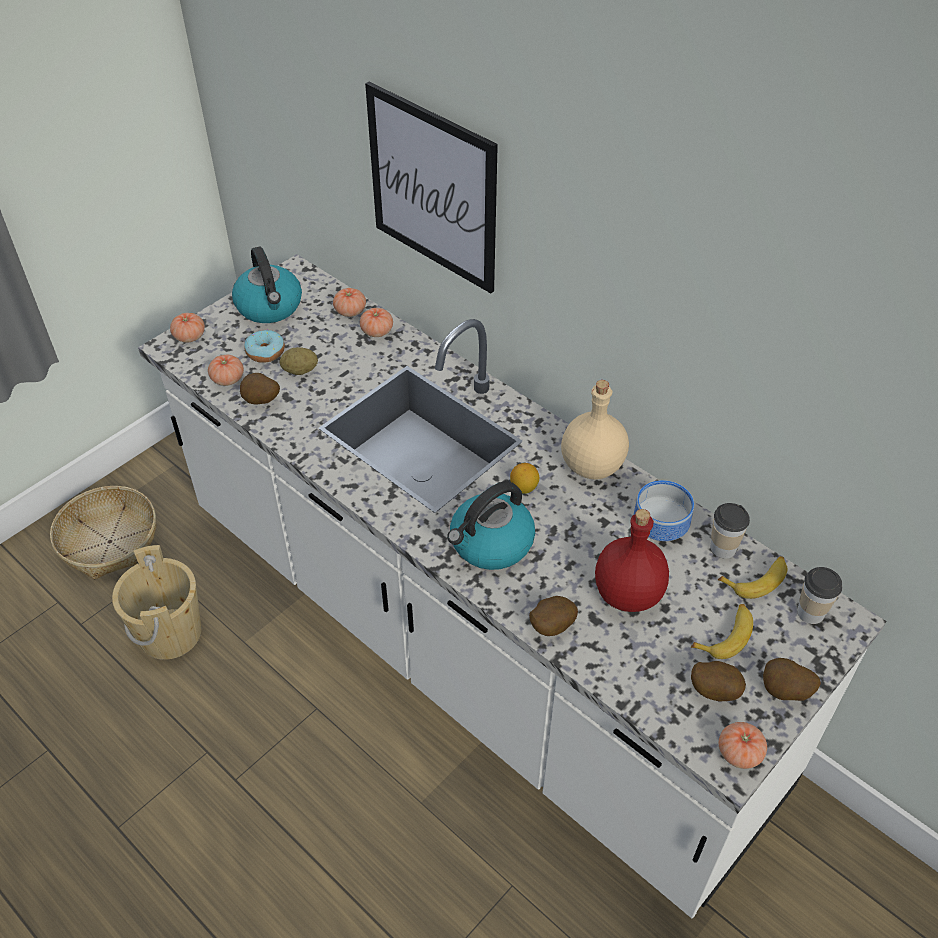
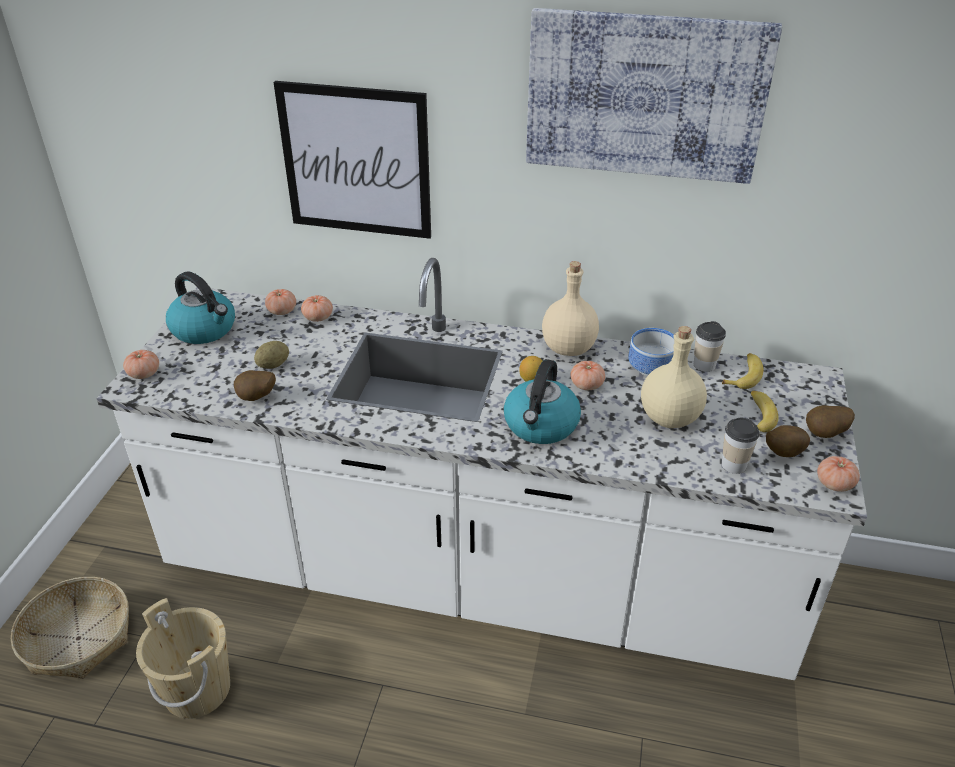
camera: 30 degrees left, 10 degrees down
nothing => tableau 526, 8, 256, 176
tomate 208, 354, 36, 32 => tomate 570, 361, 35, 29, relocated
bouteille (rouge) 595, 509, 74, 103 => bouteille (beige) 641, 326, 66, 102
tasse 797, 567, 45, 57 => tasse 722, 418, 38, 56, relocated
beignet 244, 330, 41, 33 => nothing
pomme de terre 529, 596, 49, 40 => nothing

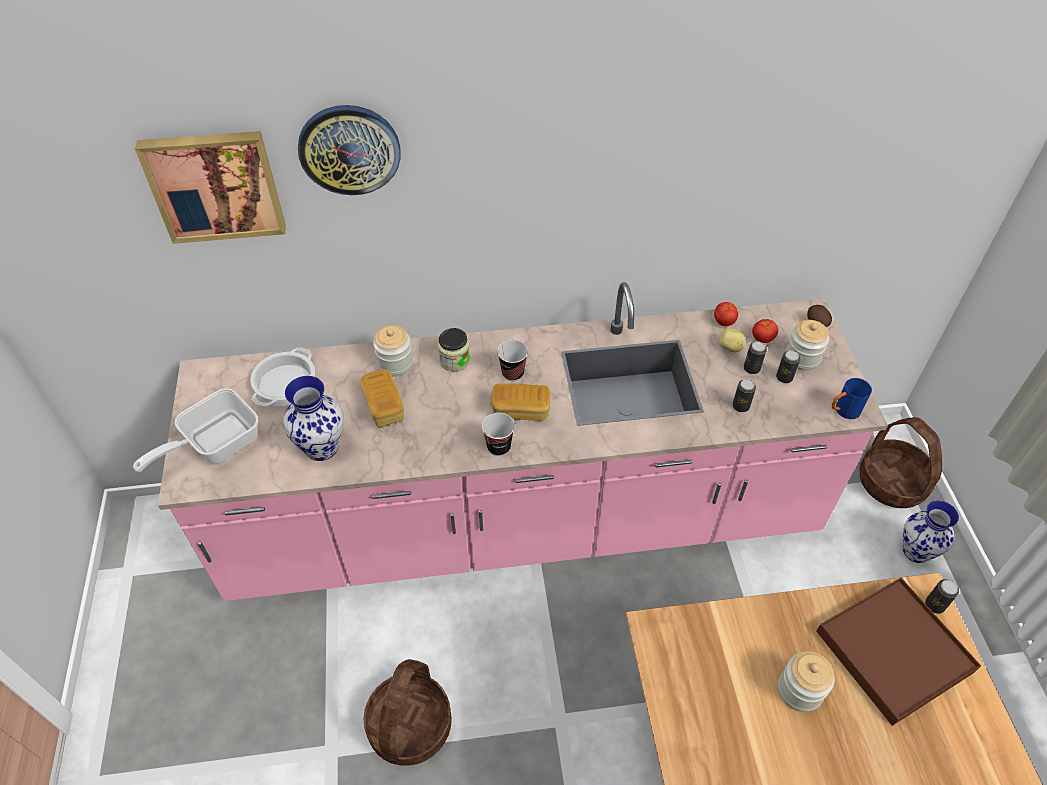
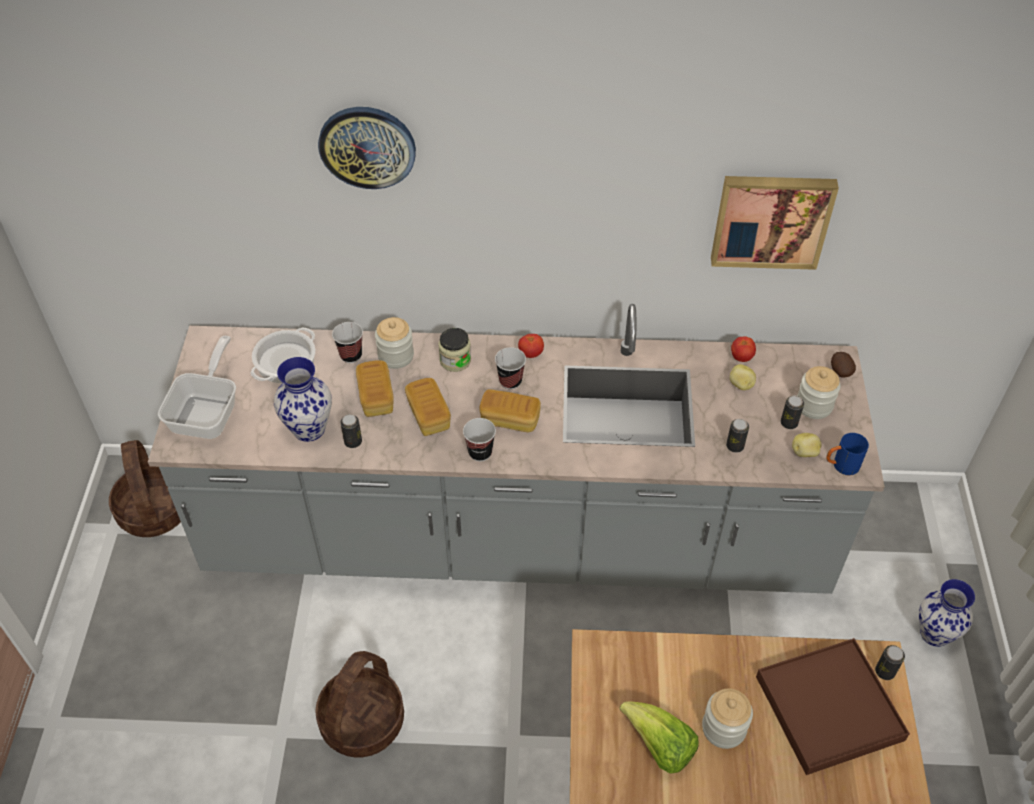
camera: 10 degrees right, 0 degrees up
panier 859, 417, 83, 91 => panier 109, 440, 72, 97, relocated
comptoir de cuisine (rose) 158, 282, 730, 319 => comptoir de cuisine (gris) 148, 304, 737, 290
poêle 133, 388, 125, 84 => poêle 158, 336, 78, 103, 135 degrees clockwise
nothing => tasse 332, 322, 31, 41
boîte métallique 744, 341, 23, 33 => boîte métallique 340, 414, 22, 34, relocated
nothing => pain 405, 378, 46, 58
tomate 752, 319, 26, 24 => tomate 518, 334, 26, 24, relocated
nothing => laitue 619, 701, 80, 73
tableau 135, 131, 151, 113 => tableau 711, 176, 128, 94, relocated
nothing => pomme de terre 792, 433, 29, 24

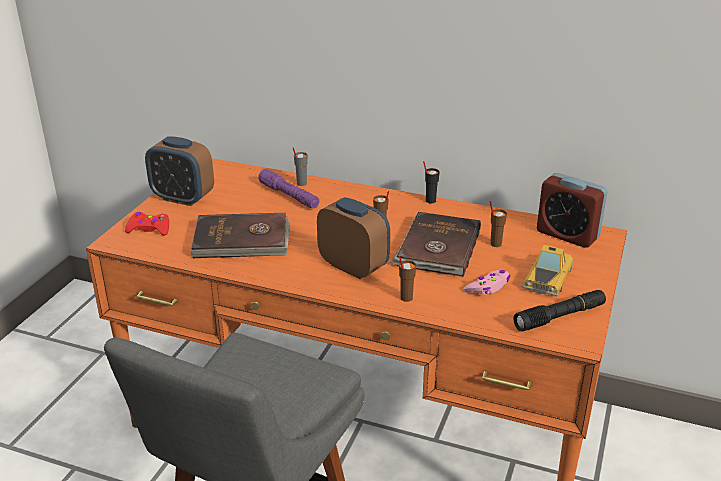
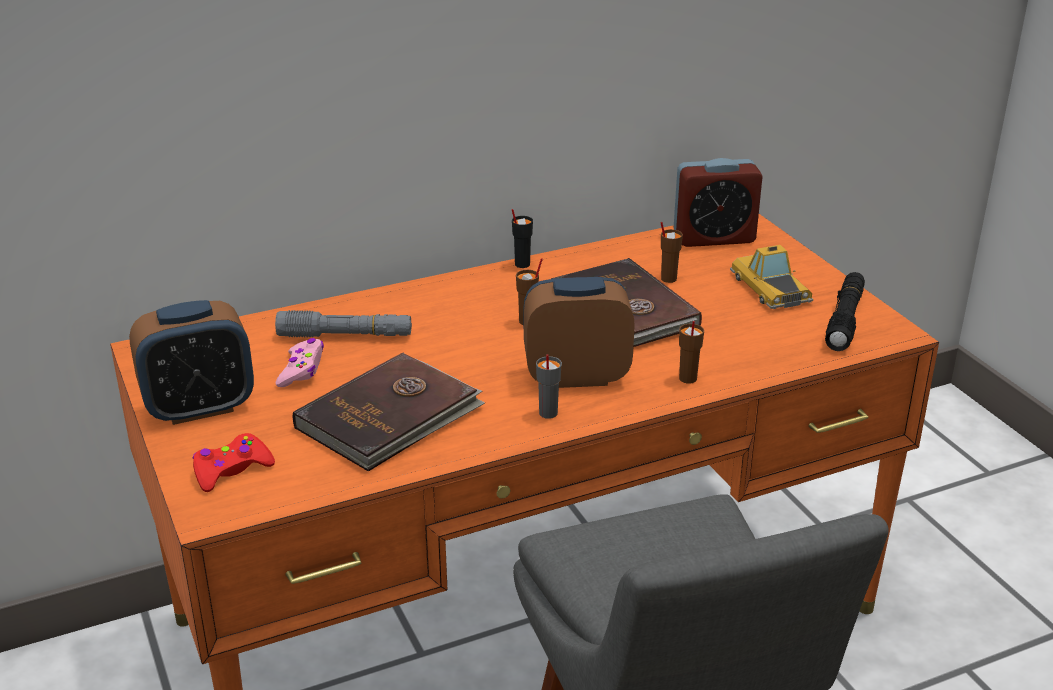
camera: 45 degrees left, 0 degrees up
lampe de poche (violet) 258, 169, 61, 40 => lampe de poche (gris) 275, 310, 137, 27
manette (rose) 464, 270, 46, 25 => manette (rose) 276, 338, 48, 49, relocated
tasse (gris) 293, 147, 15, 39 => tasse (gris) 536, 354, 26, 65, relocated

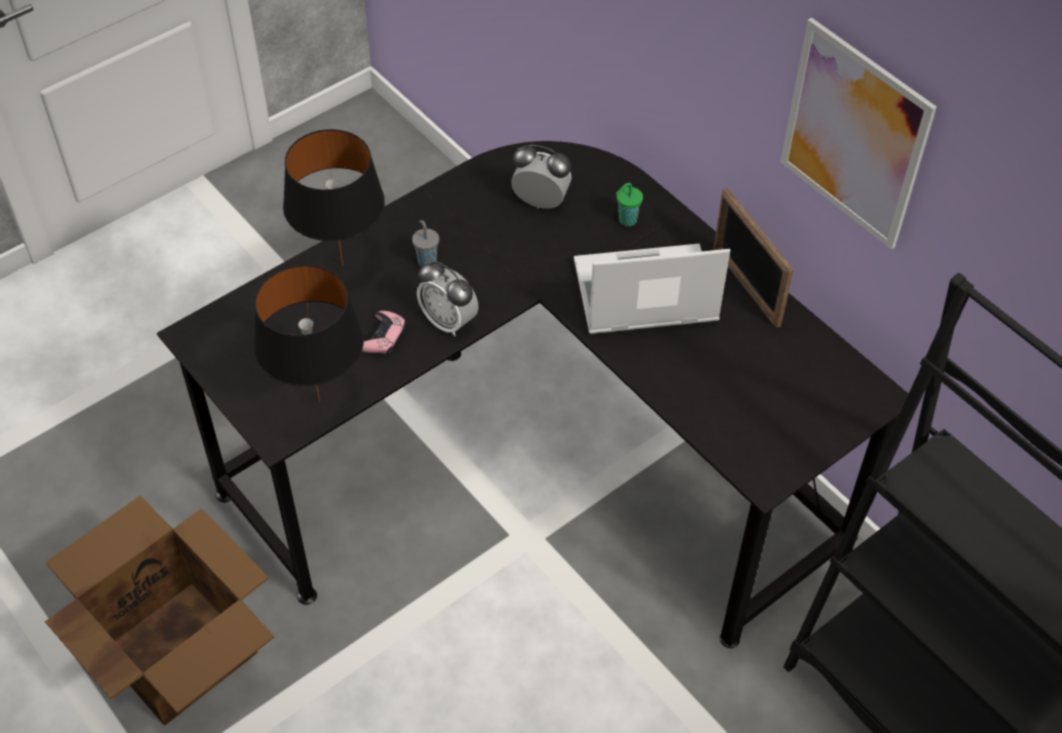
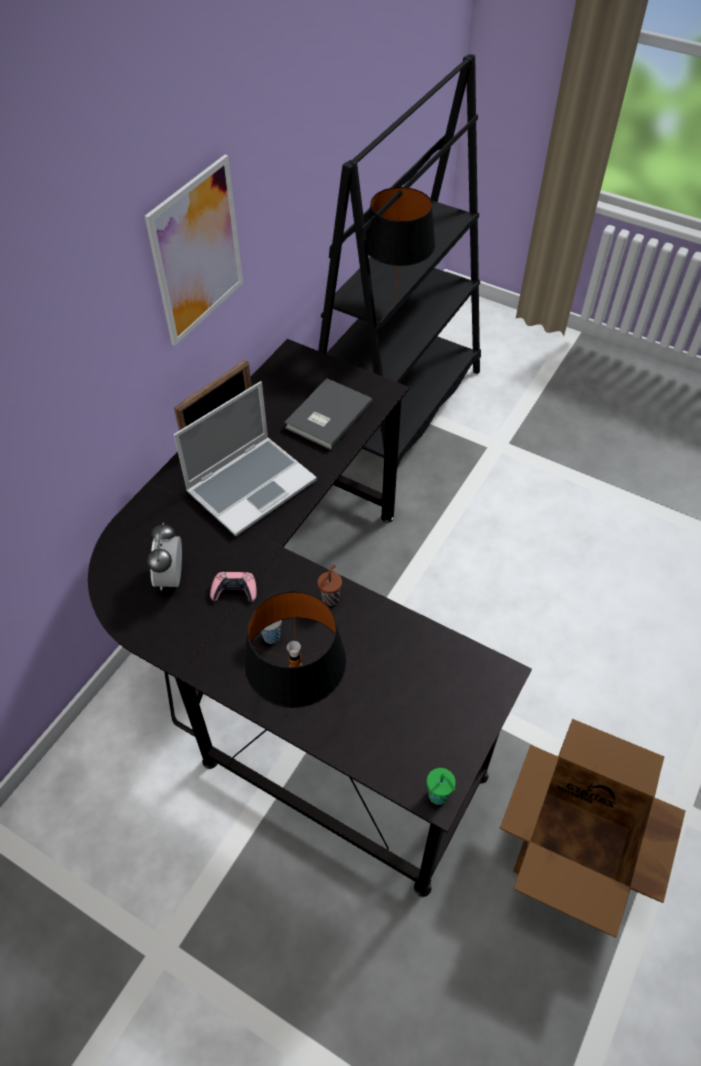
camera: 110 degrees left, 0 degrees up
ordinateur portable 574, 243, 156, 91 => ordinateur portable 174, 381, 143, 155, 105 degrees counterclockwise
manette (rose) 362, 311, 44, 44 => manette (rose) 210, 572, 47, 30, relocated
nothing => livre (gris) 284, 378, 89, 72
réveil 417, 261, 61, 76 => tasse (marron) 318, 565, 24, 41
lampe de table (noir) 254, 265, 110, 137 => lampe de table (noir) 365, 187, 70, 112, relocated
tasse (vert) 616, 183, 27, 43 => tasse (vert) 427, 768, 29, 37, relocated

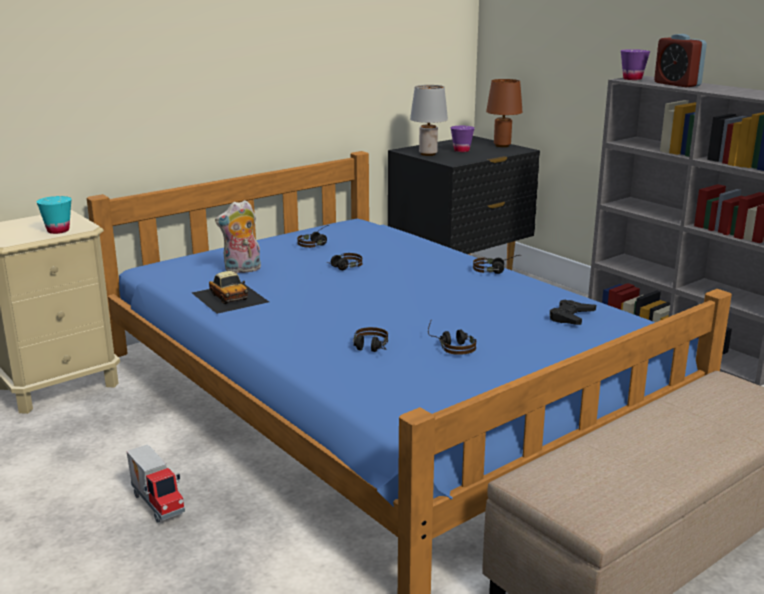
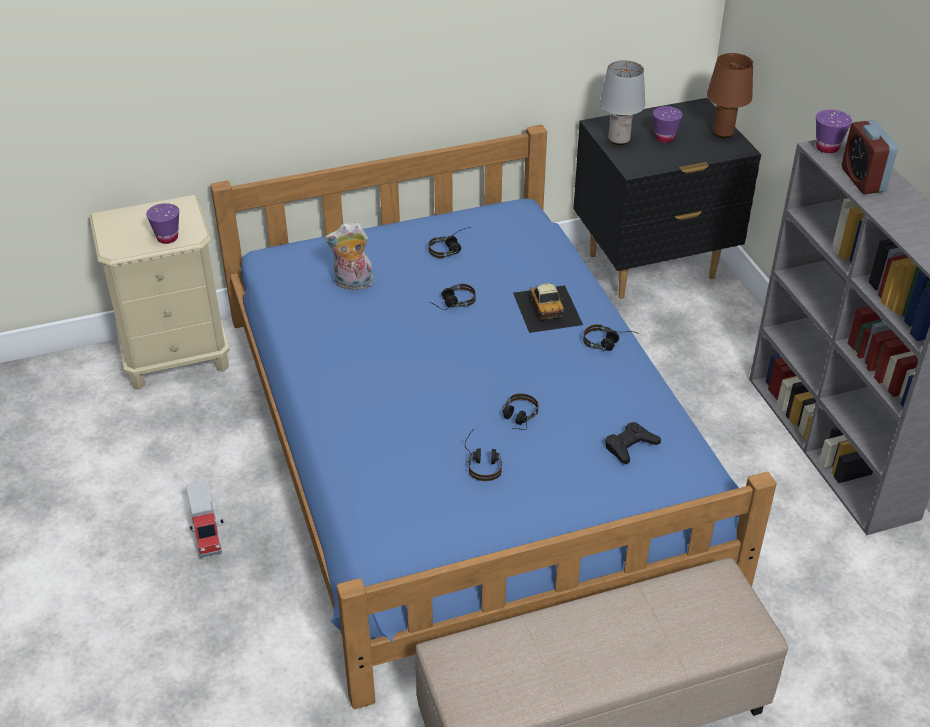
camera: 20 degrees right, 20 degrees up
tasse (turquoise) 37, 196, 34, 38 => tasse (violet) 146, 203, 33, 41
casque audio 353, 327, 35, 25 => casque audio 502, 393, 37, 37, relocated
petite voiture 192, 271, 77, 43 => petite voiture 513, 283, 70, 50, relocated

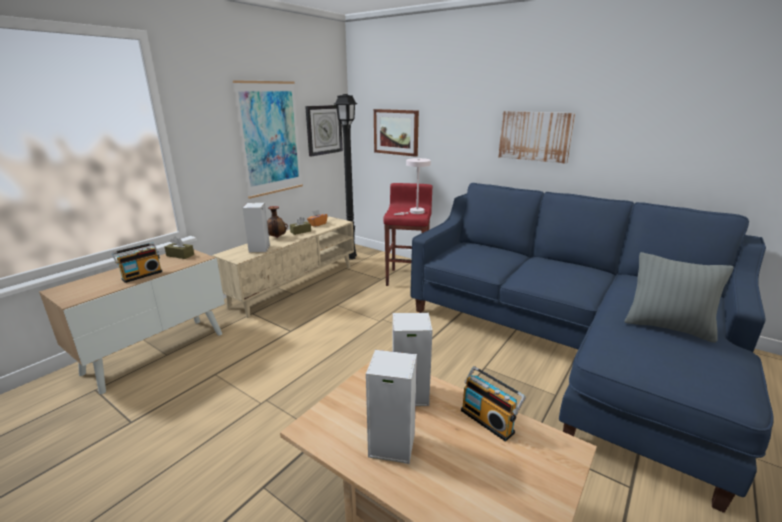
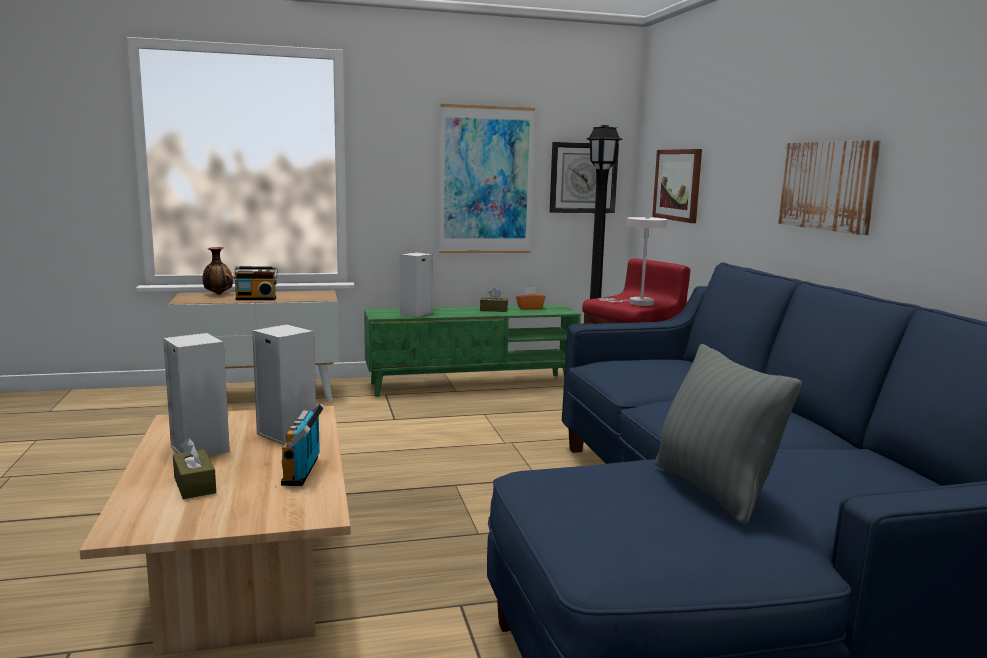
camera: 40 degrees right, 10 degrees down
boîte à mouchoirs (marron) 164, 236, 30, 23 => boîte à mouchoirs (marron) 173, 438, 43, 61, relocated
vase 267, 206, 21, 32 => vase 202, 247, 31, 47, relocated
meuble télé (beige) 212, 217, 142, 101 => meuble télé (vert) 364, 305, 217, 92

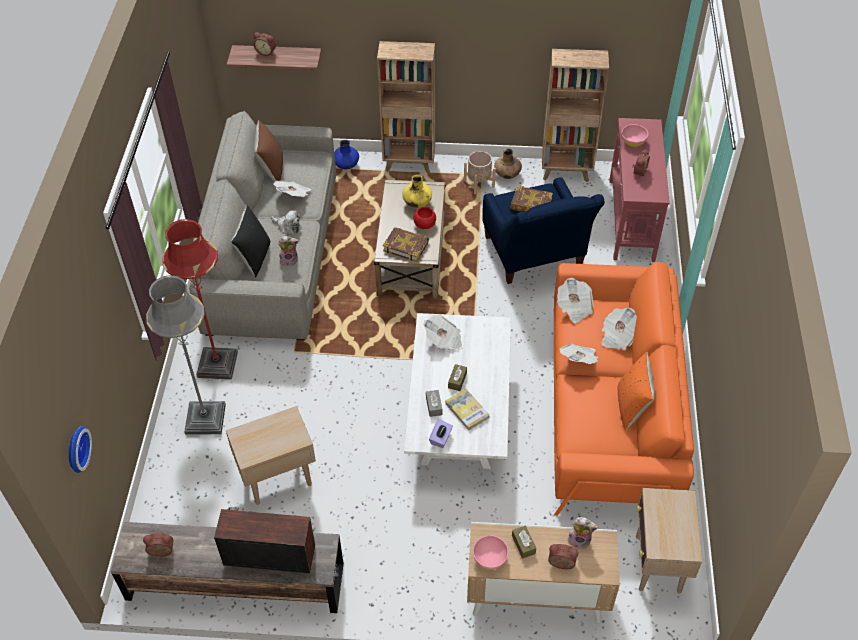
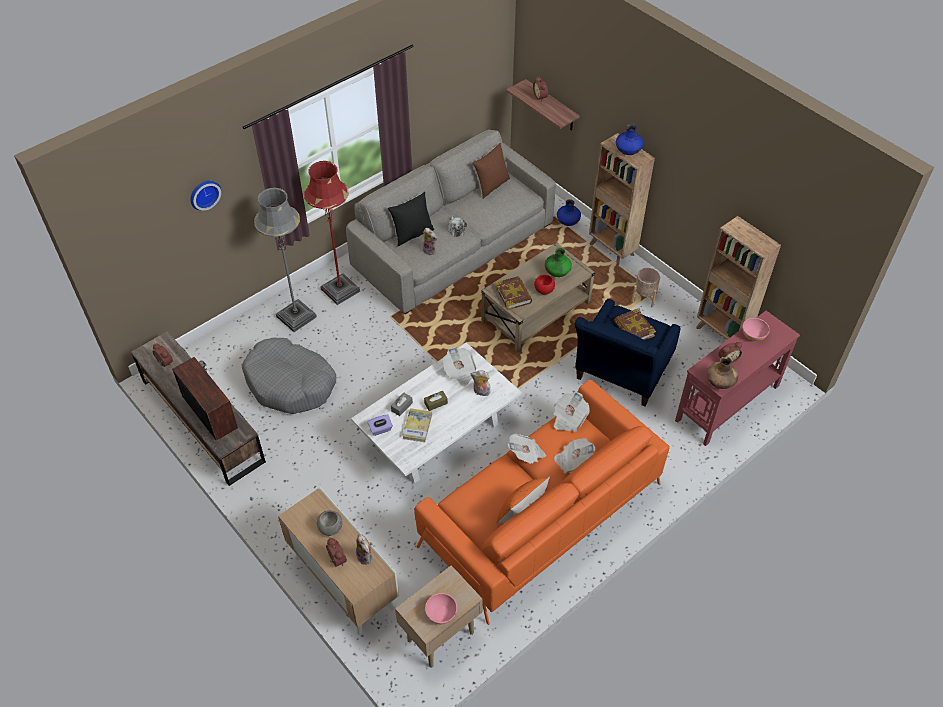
camera: 45 degrees right, 0 degrees up
horloge murale 69, 426, 23, 47 => horloge murale 190, 181, 31, 30, relocated
table d'appoint (beige) 226, 406, 90, 99 => panier pour chien (gris) 242, 338, 94, 76
boîte à mouchoirs (marron) 512, 526, 24, 32 => bol (gris) 317, 510, 25, 26
bol (rose) 473, 535, 36, 34 => bol (rose) 425, 593, 32, 31, relocated
nothing => peluche 471, 371, 20, 25
vase (jaune) 402, 175, 30, 33 => vase (vert) 545, 248, 27, 29
nothing => vase (bleu) 616, 124, 27, 31
vase (marron) 494, 148, 28, 31 => vase (marron) 707, 357, 31, 32, relocated
journal 273, 181, 38, 16 => nothing

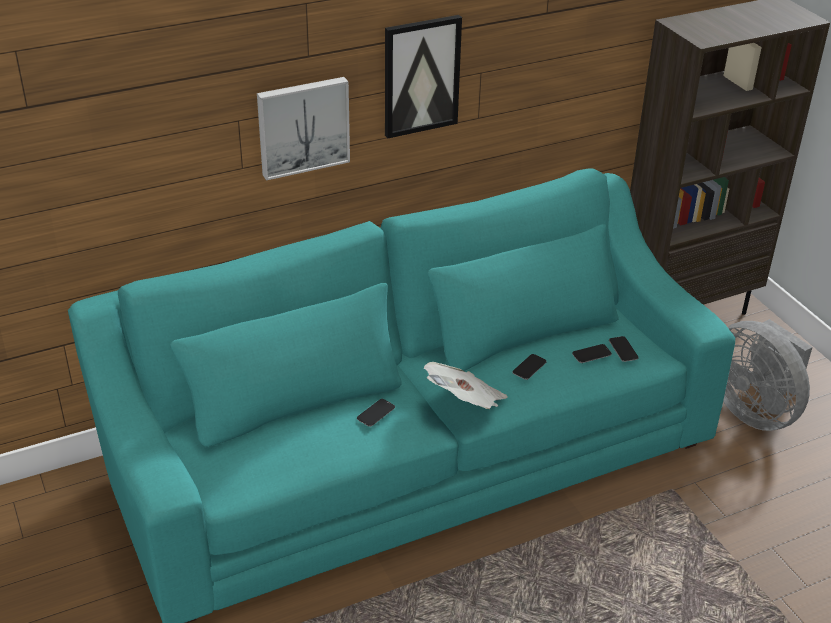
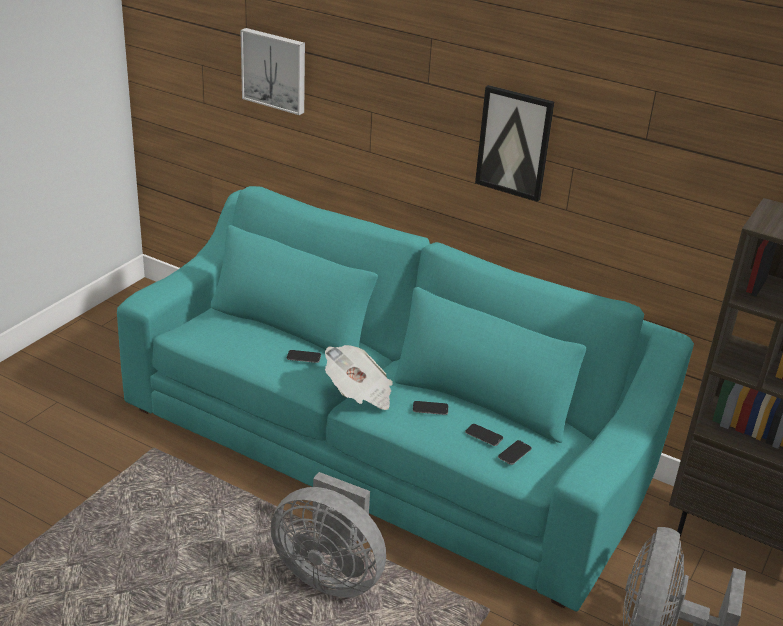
camera: 55 degrees right, 5 degrees down
tableau 257, 77, 93, 104 => tableau 240, 28, 65, 87, relocated
nothing => ventilateur (gris) 271, 472, 115, 125

